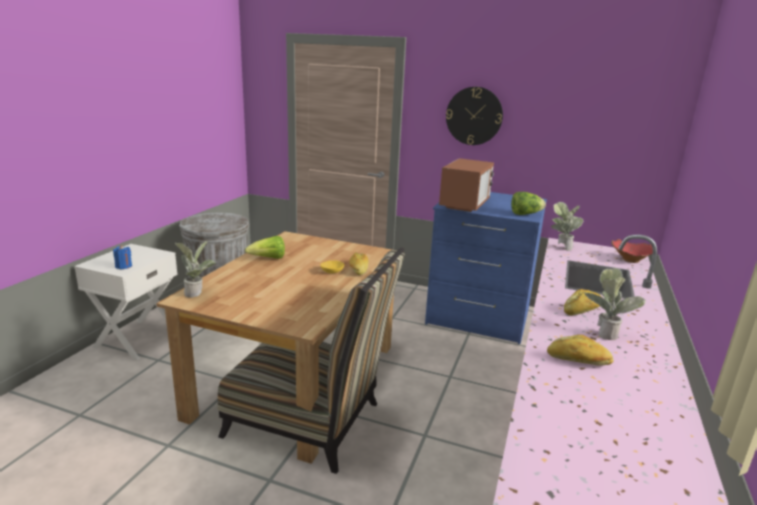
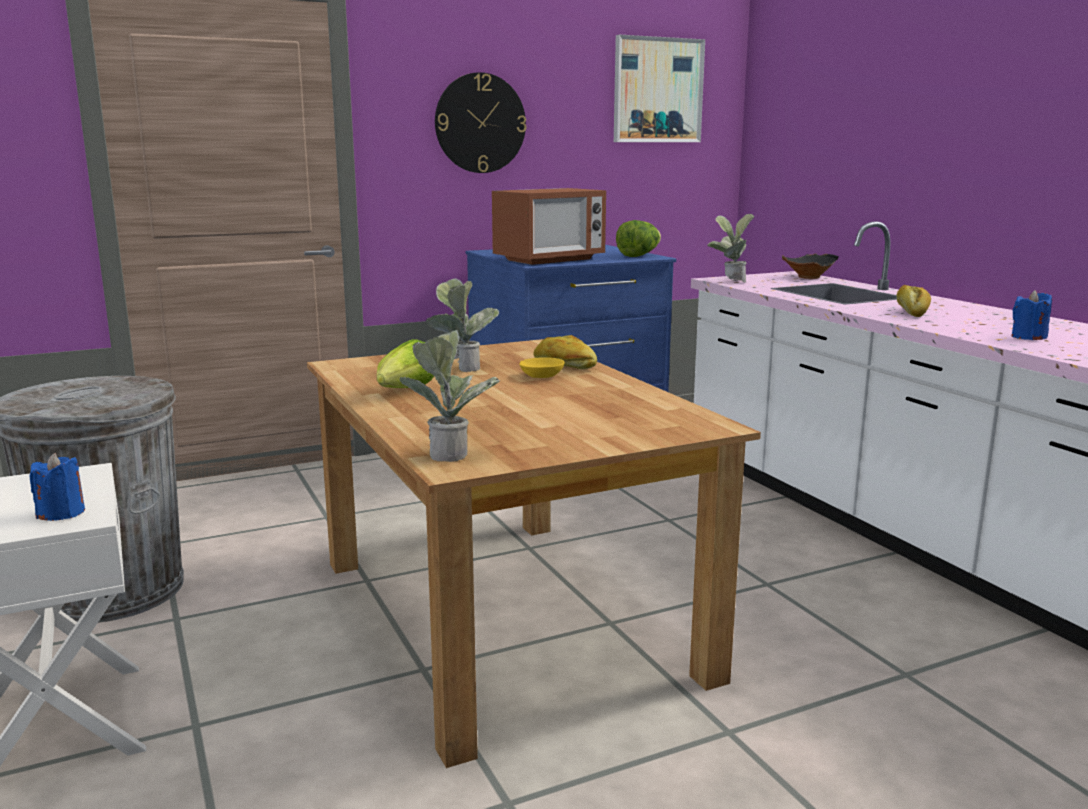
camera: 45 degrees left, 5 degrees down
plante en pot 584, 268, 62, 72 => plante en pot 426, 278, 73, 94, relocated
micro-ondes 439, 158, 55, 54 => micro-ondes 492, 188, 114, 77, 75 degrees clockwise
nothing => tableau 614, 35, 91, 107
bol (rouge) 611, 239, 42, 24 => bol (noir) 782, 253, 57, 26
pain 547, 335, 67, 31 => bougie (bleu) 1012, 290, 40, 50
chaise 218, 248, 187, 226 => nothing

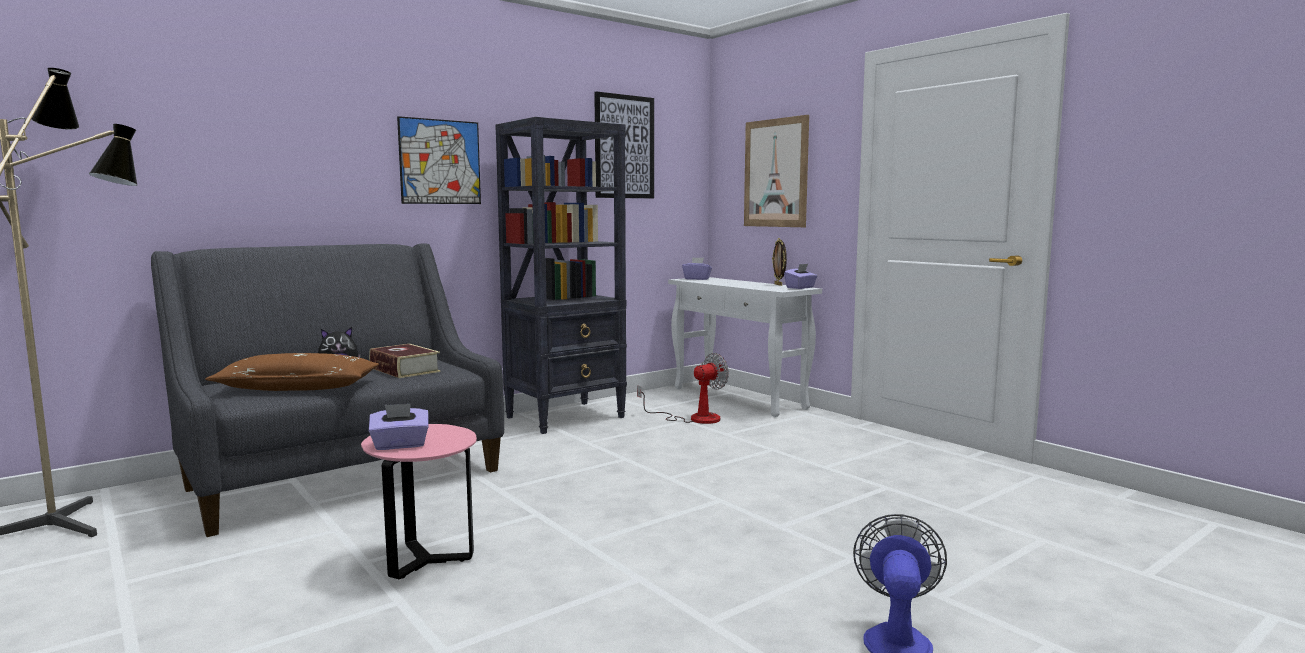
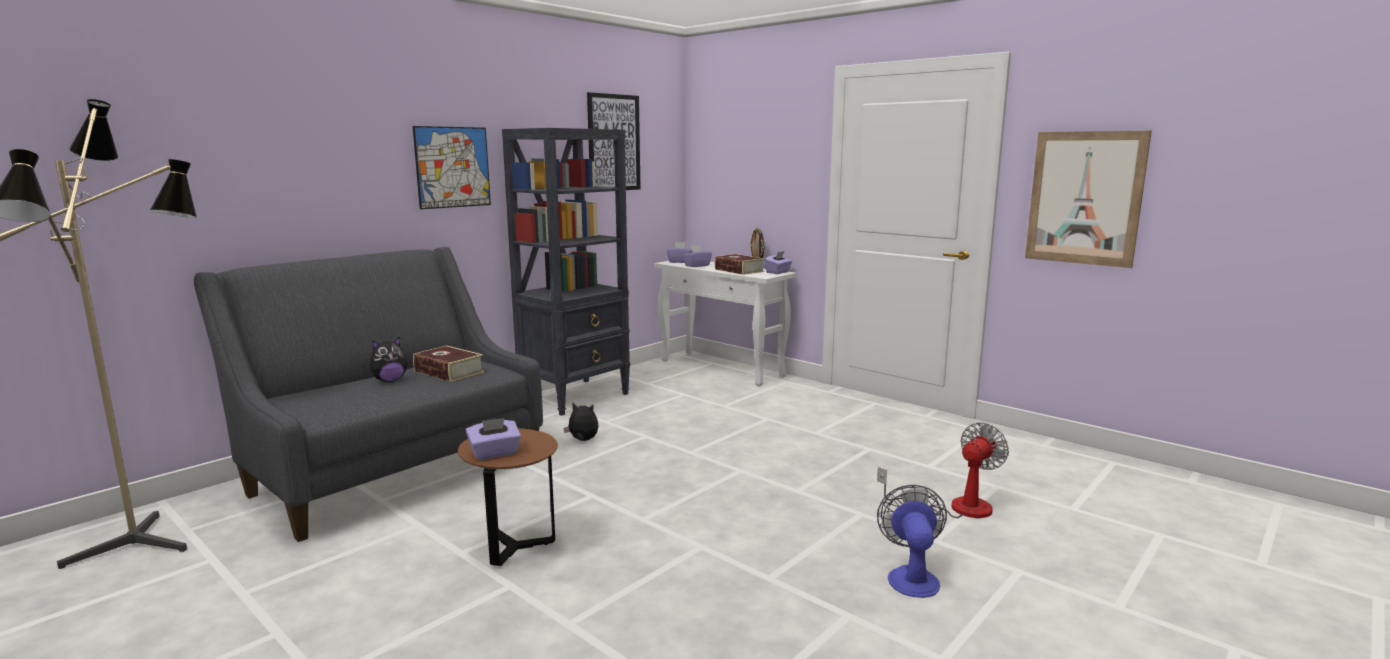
camera: 10 degrees left, 5 degrees up
table d'appoint (rose) 361, 424, 116, 155 => table d'appoint (marron) 458, 428, 100, 138
nothing => peluche 563, 403, 36, 38
nothing => boîte à mouchoirs (violet) 683, 245, 29, 22
nothing => livre 715, 254, 50, 21
ventilateur 637, 353, 92, 71 => ventilateur 877, 423, 132, 95, relocated
tableau 744, 115, 65, 112 => tableau 1025, 131, 127, 137, relocated
coussin (marron) 205, 353, 174, 38 => nothing

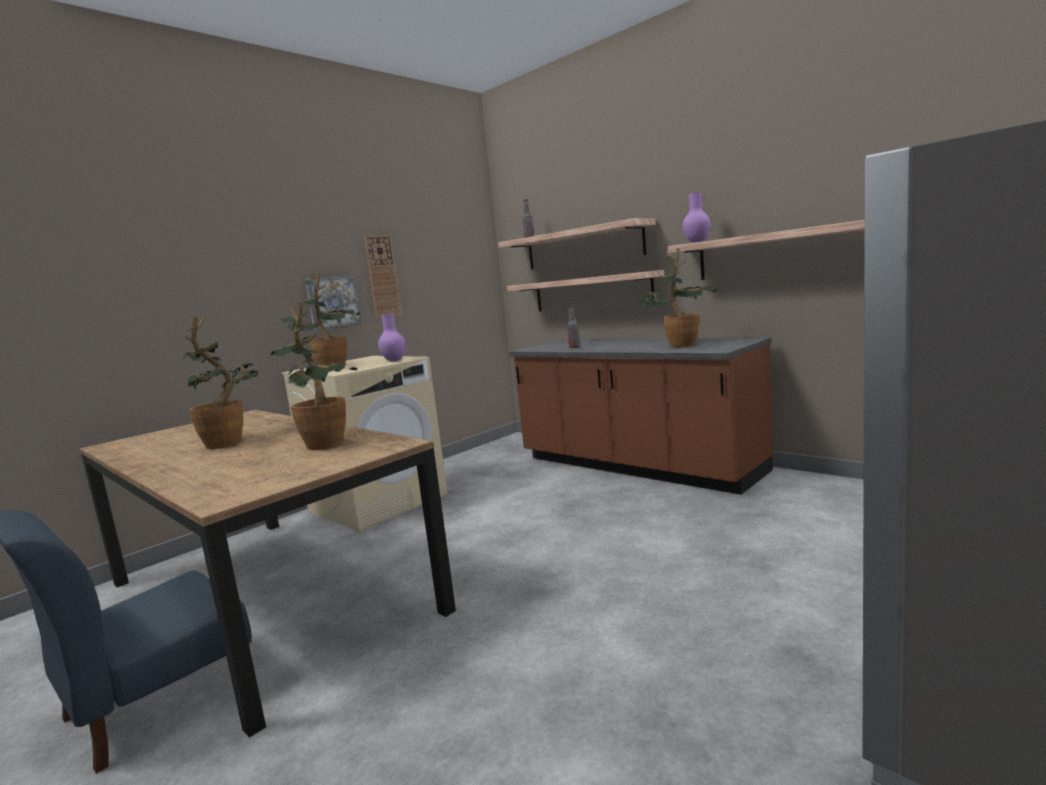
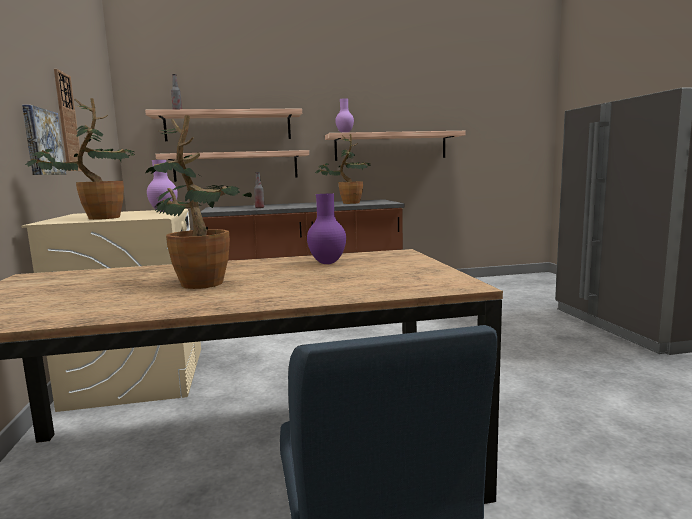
camera: 55 degrees left, 0 degrees up
plante en pot 271, 305, 87, 145 => vase (violet) 307, 194, 39, 70

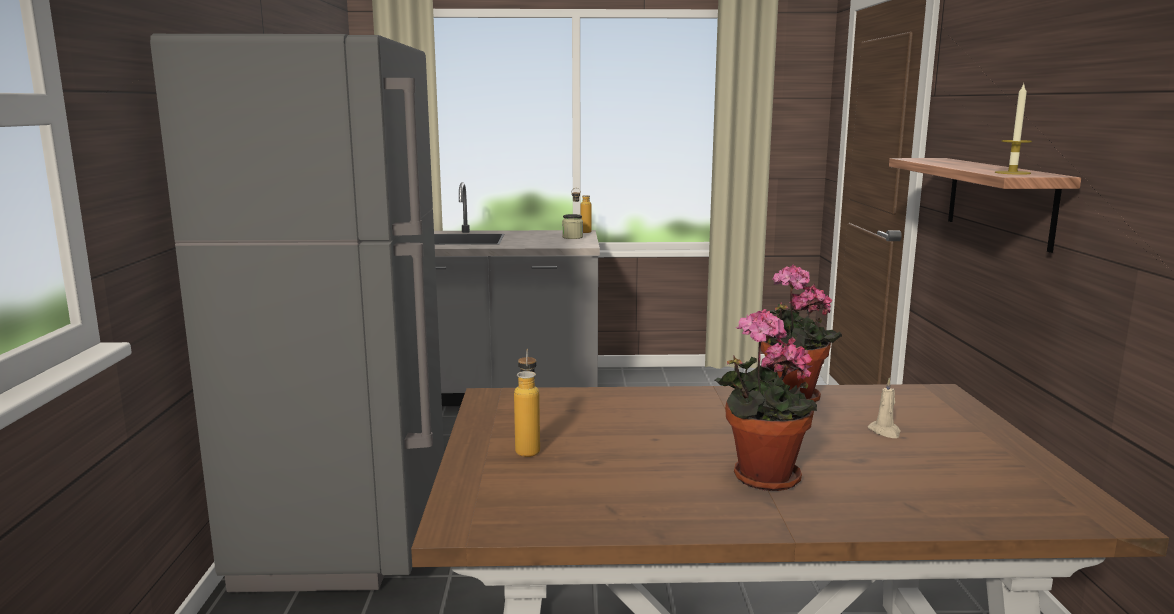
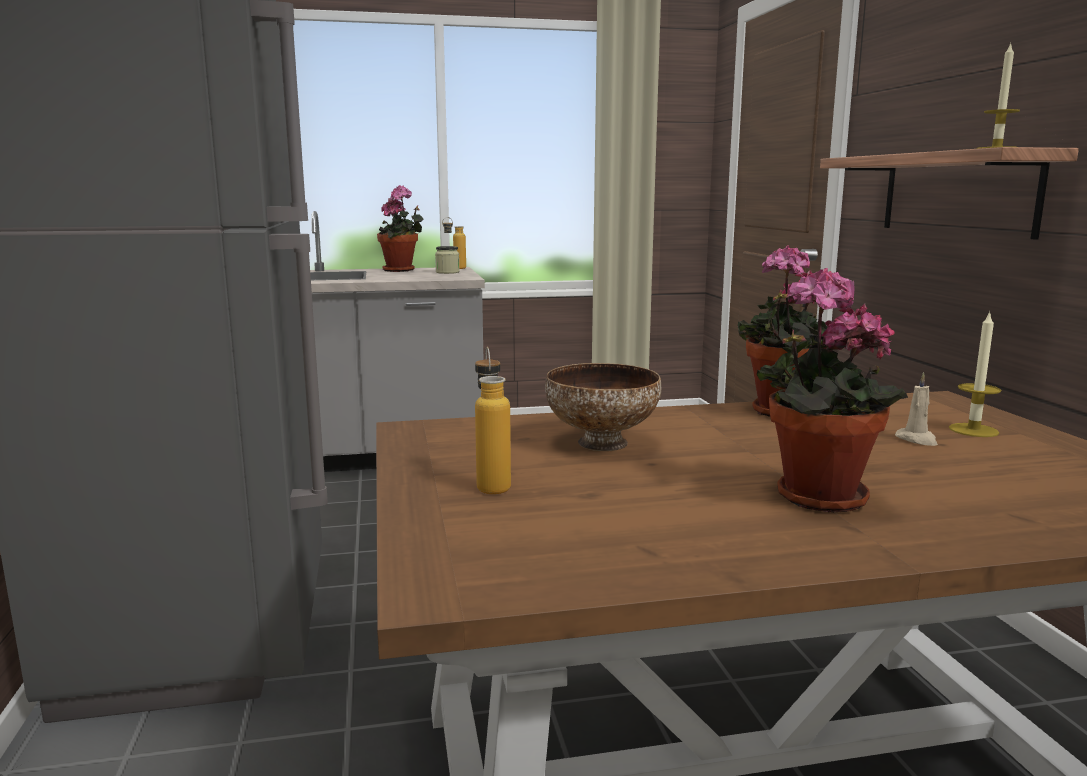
camera: 10 degrees left, 0 degrees up
nothing => plante en pot 377, 185, 46, 87
nothing => bol 545, 363, 116, 88
nothing => bougie 949, 311, 52, 126

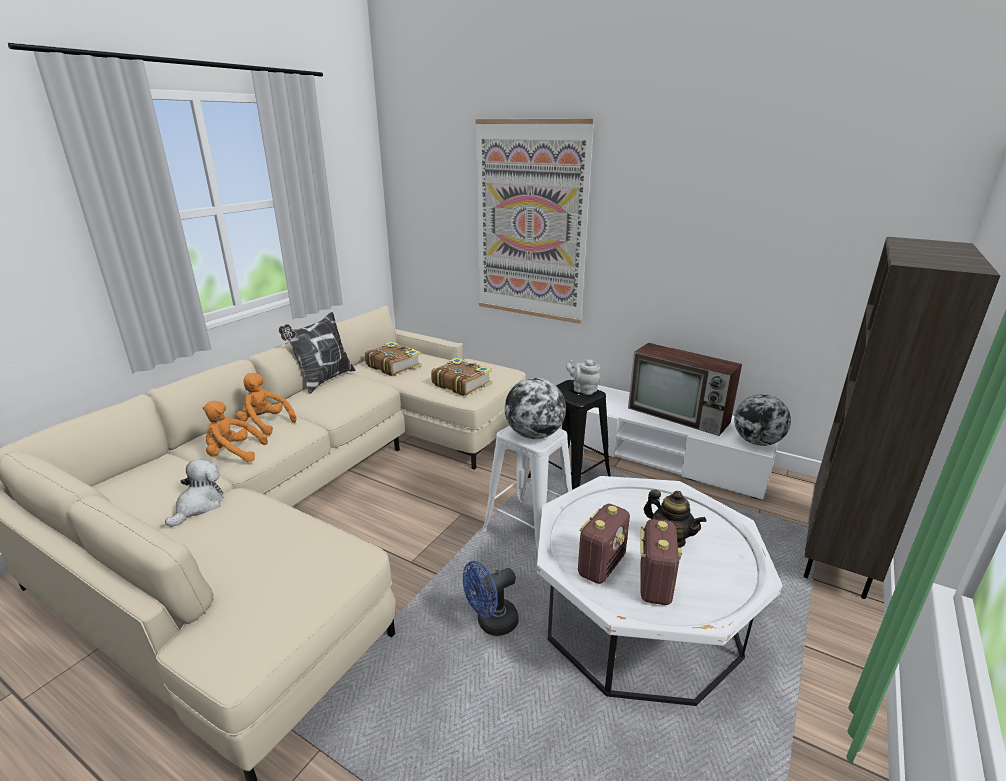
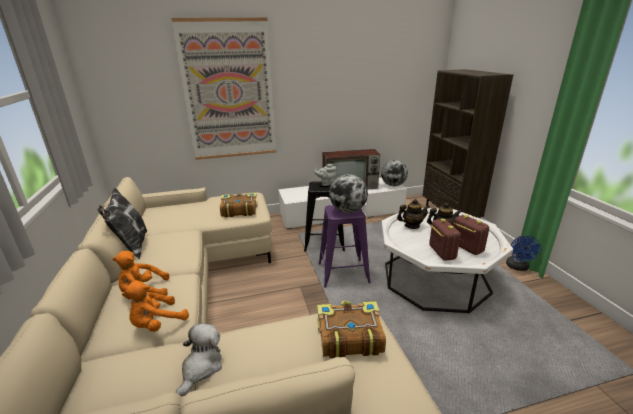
camera: 45 degrees left, 0 degrees up
peluche 165, 460, 59, 67 => peluche 176, 324, 46, 73, 45 degrees clockwise
livre 365, 341, 56, 35 => livre 317, 300, 69, 58, relocated
tabouret (blanc) 482, 425, 90, 127 => tabouret (violet) 319, 205, 52, 83
nothing => théière 397, 199, 33, 30
ventilateur (bleu) 463, 561, 56, 75 => ventilateur (bleu) 506, 236, 35, 35, relocated

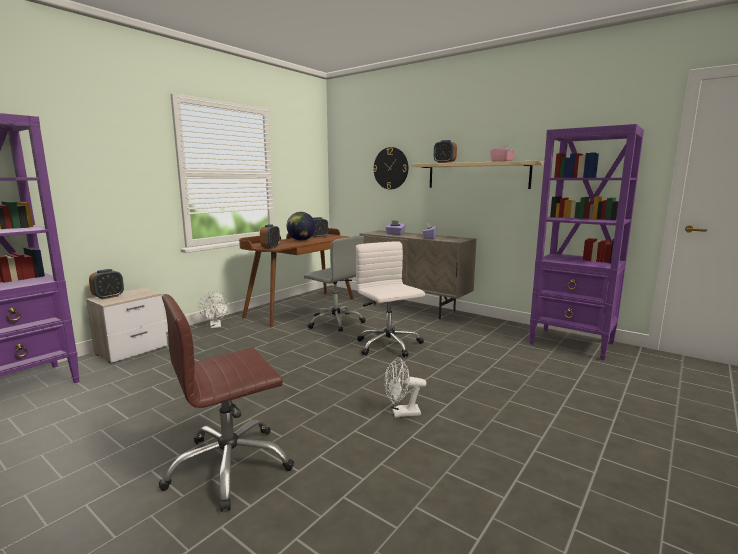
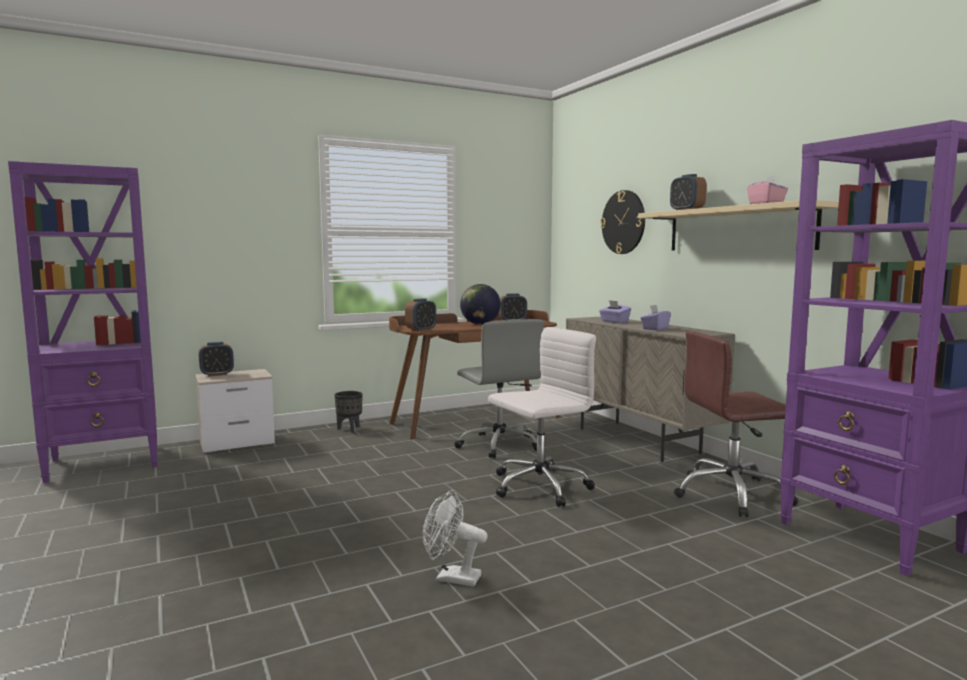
camera: 25 degrees right, 5 degrees down
ventilateur (blanc) 198, 291, 31, 37 => cache-pot (noir) 335, 391, 28, 42
chaise de bureau (blanc) 356, 241, 69, 116 => chaise de bureau (blanc) 488, 327, 108, 180, 60 degrees clockwise
chaise de bureau (marron) 159, 294, 135, 218 => chaise de bureau (marron) 674, 331, 124, 186, relocated

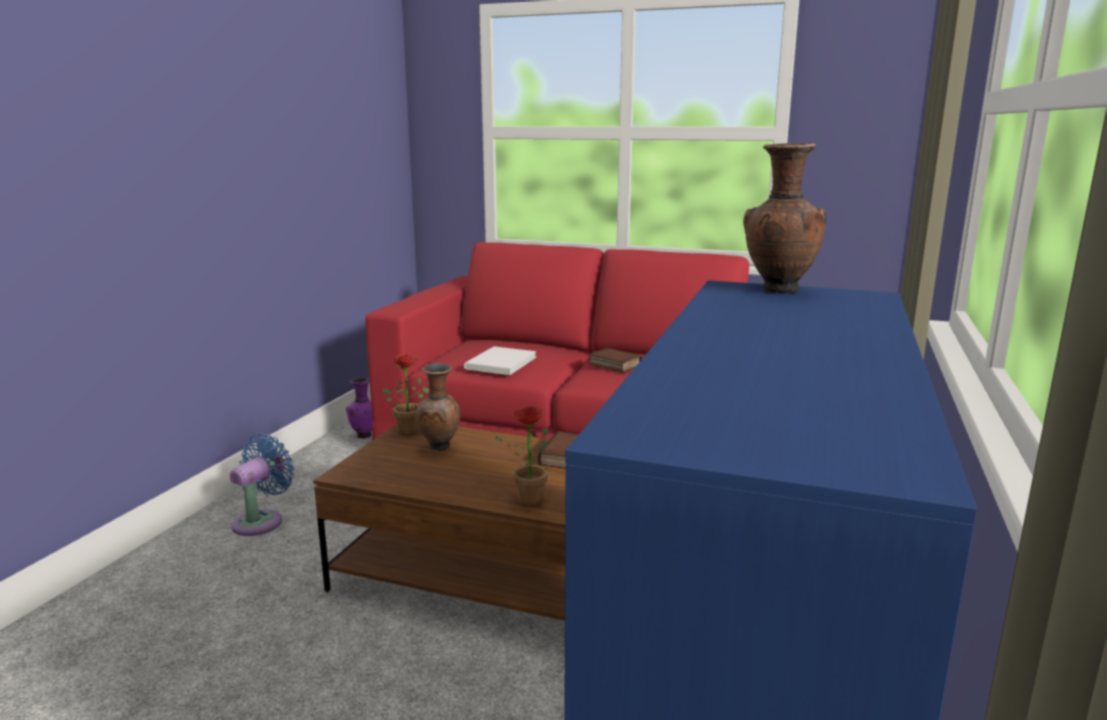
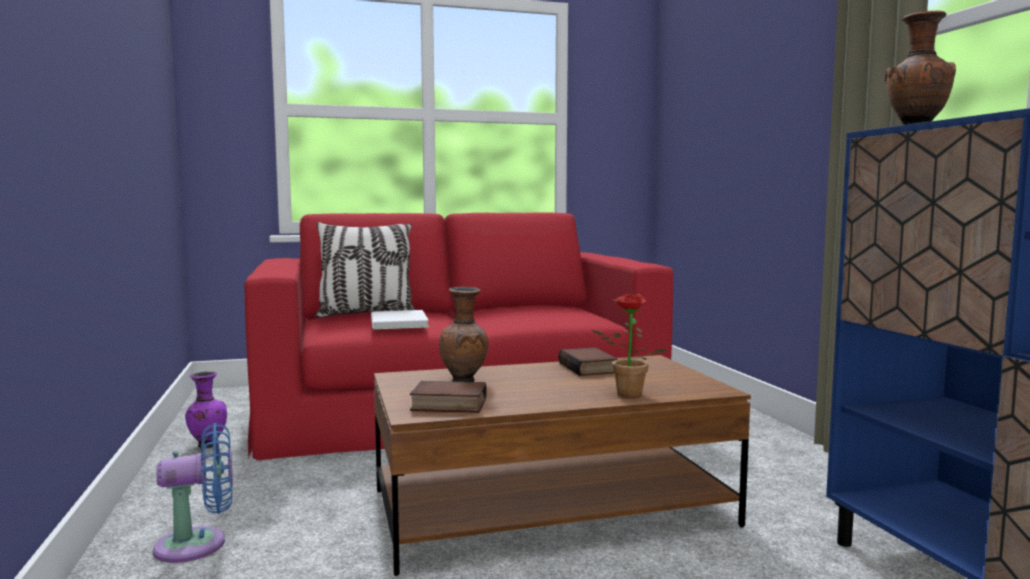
camera: 35 degrees left, 10 degrees down
ventilateur (bleu) 230, 434, 64, 102 => ventilateur (bleu) 153, 423, 80, 140, 75 degrees clockwise
nothing => coussin 315, 222, 100, 96
livre 589, 348, 53, 25 => livre 410, 381, 77, 32, relocated
plante en pot 383, 354, 46, 82 => nothing

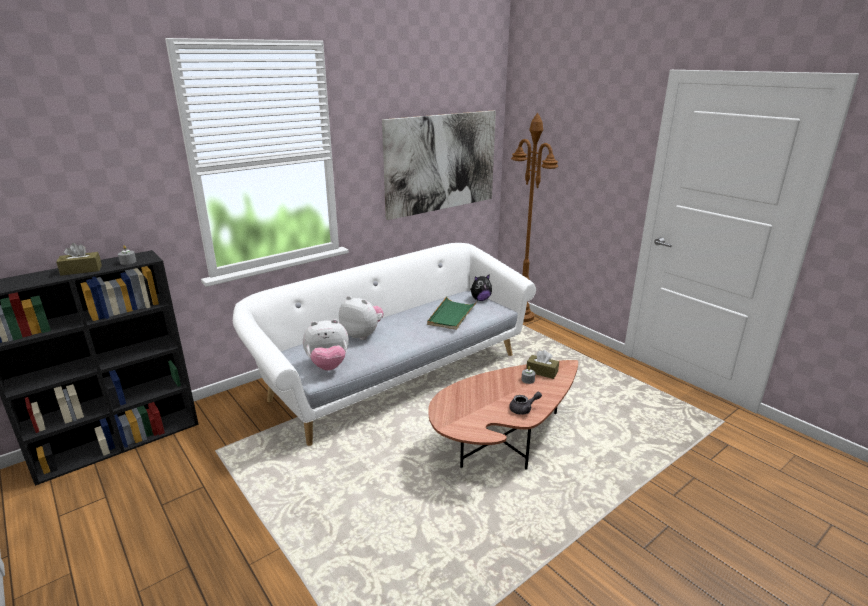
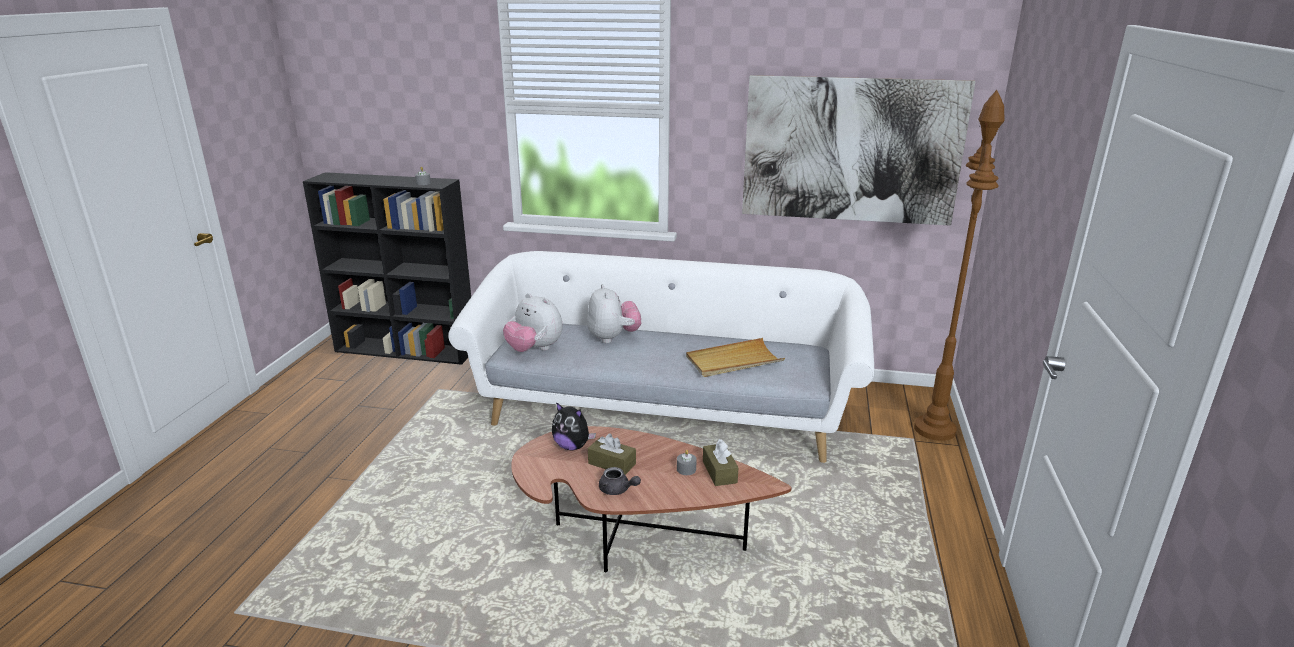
camera: 50 degrees right, 0 degrees up
peluche 470, 274, 22, 27 => peluche 552, 402, 44, 48, relocated
boîte à mouchoirs (marron) 56, 243, 46, 33 => boîte à mouchoirs (marron) 588, 434, 48, 41, relocated
plateau (vert) 427, 296, 50, 34 => plateau (beige) 686, 338, 99, 39

